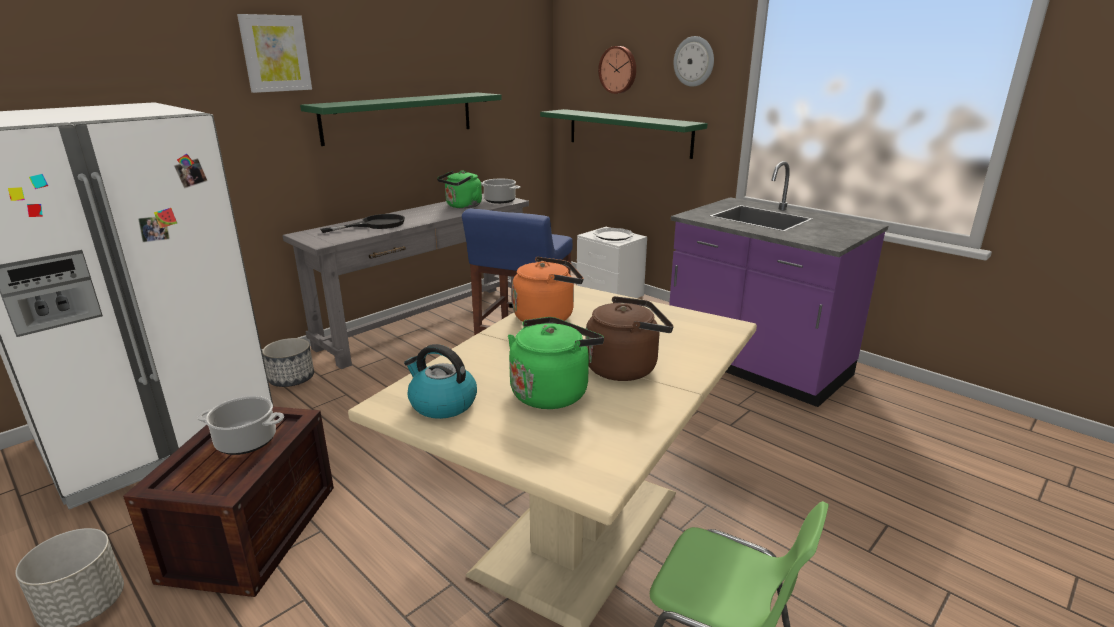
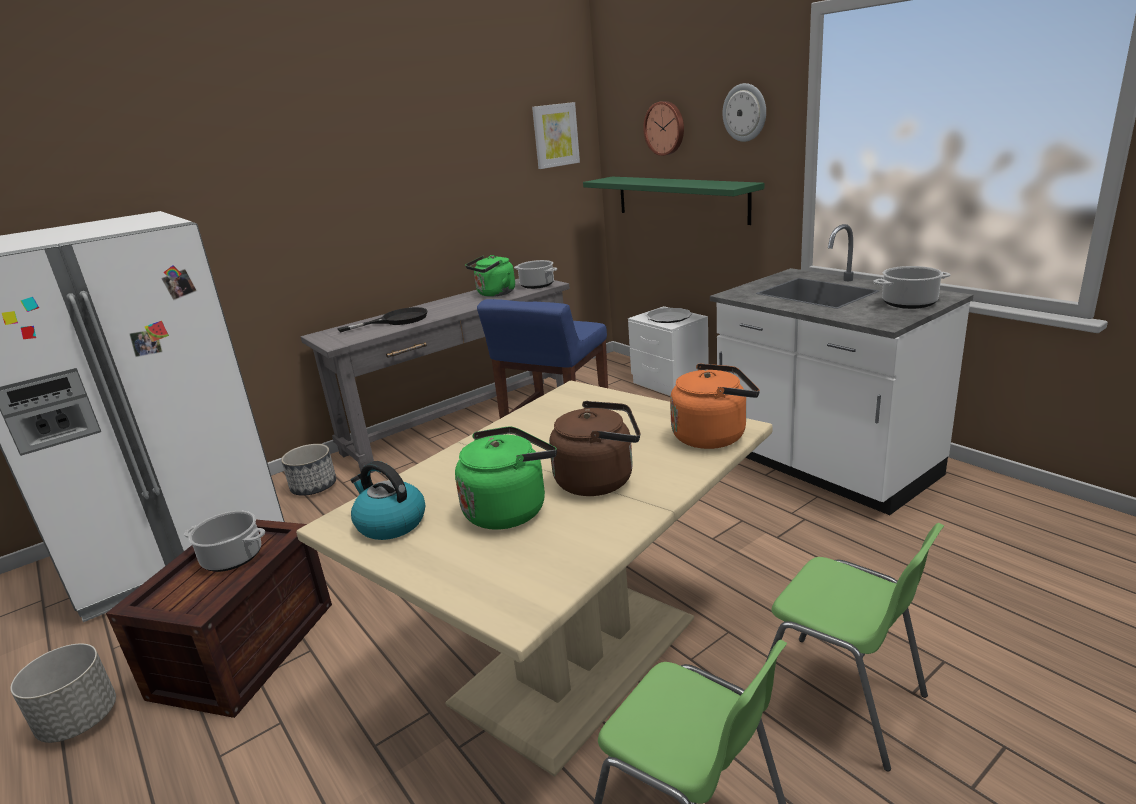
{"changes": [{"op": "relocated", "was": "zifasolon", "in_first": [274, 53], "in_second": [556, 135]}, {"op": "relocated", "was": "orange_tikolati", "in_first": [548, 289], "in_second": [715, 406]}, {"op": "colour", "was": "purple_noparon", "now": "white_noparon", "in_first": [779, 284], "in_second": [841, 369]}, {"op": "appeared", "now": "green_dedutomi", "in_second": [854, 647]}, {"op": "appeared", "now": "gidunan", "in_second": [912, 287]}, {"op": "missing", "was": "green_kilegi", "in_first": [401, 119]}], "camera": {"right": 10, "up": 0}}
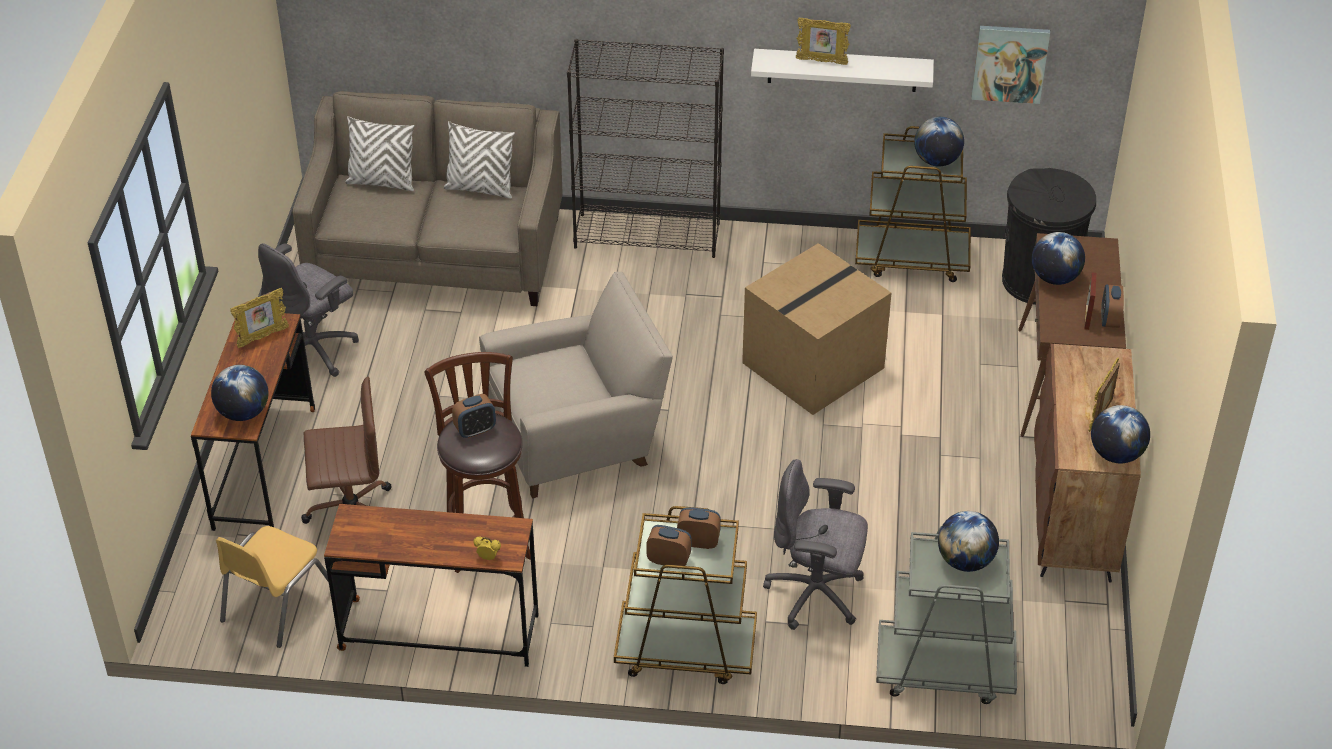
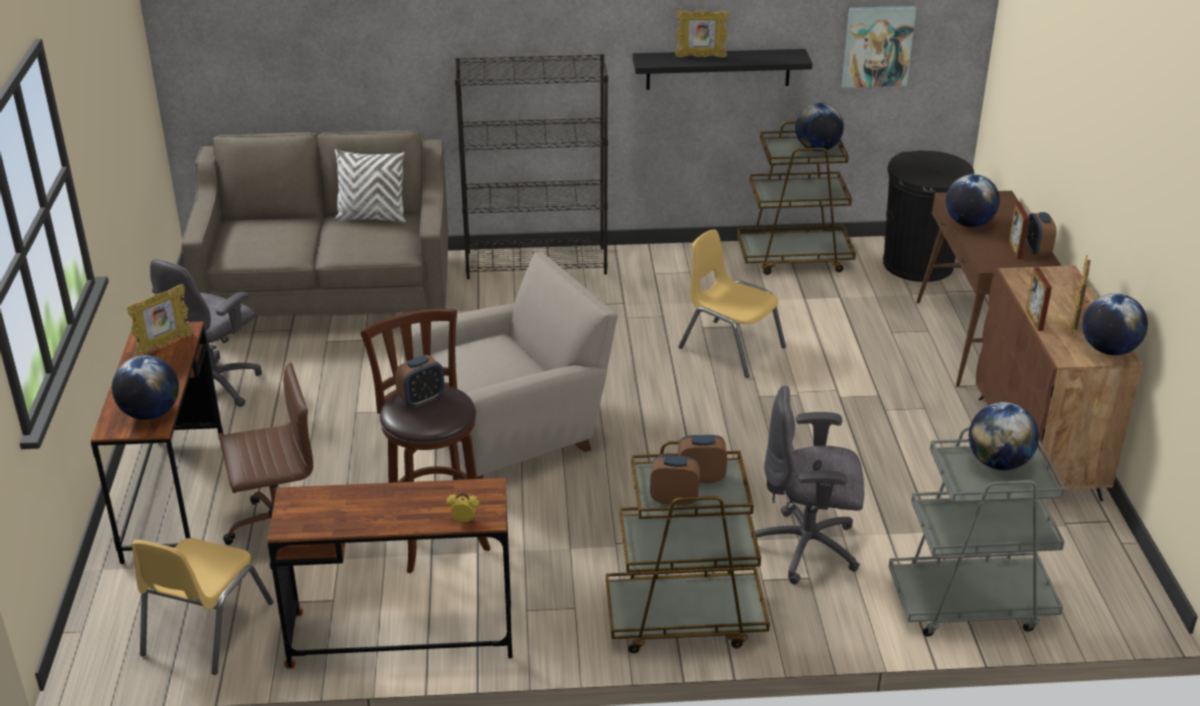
{"changes": [{"op": "colour", "was": "white_kilegi", "now": "black_kilegi", "in_first": [842, 70], "in_second": [722, 69]}, {"op": "exchanged", "was": "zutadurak", "now": "yellow_dedutomi", "in_first": [816, 329], "in_second": [732, 303]}, {"op": "appeared", "now": "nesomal", "in_second": [1039, 299]}, {"op": "missing", "was": "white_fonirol", "in_first": [380, 153]}], "camera": {"right": -10, "up": -10}}
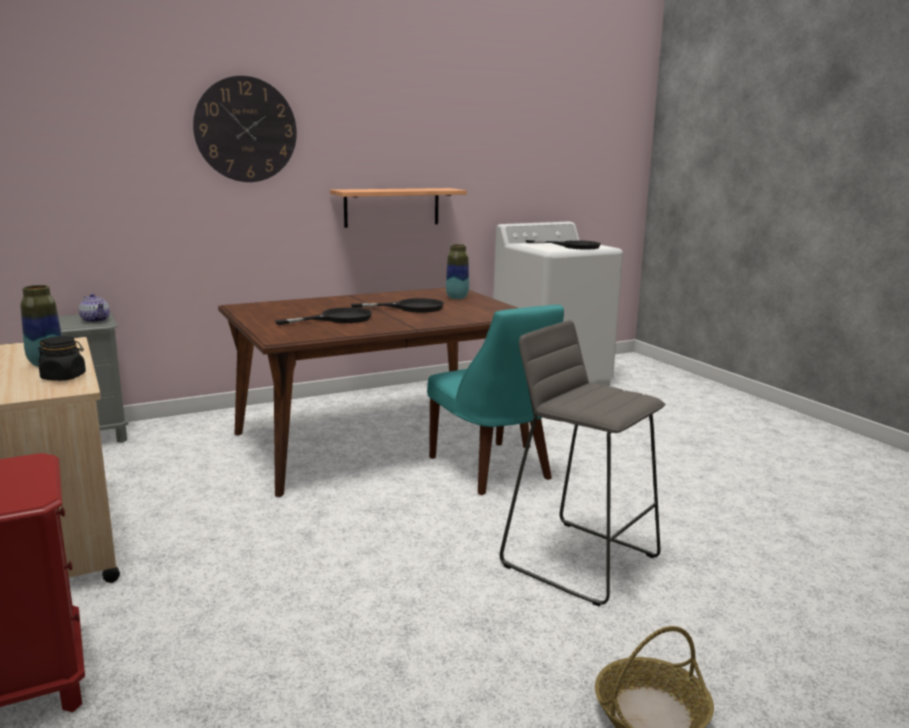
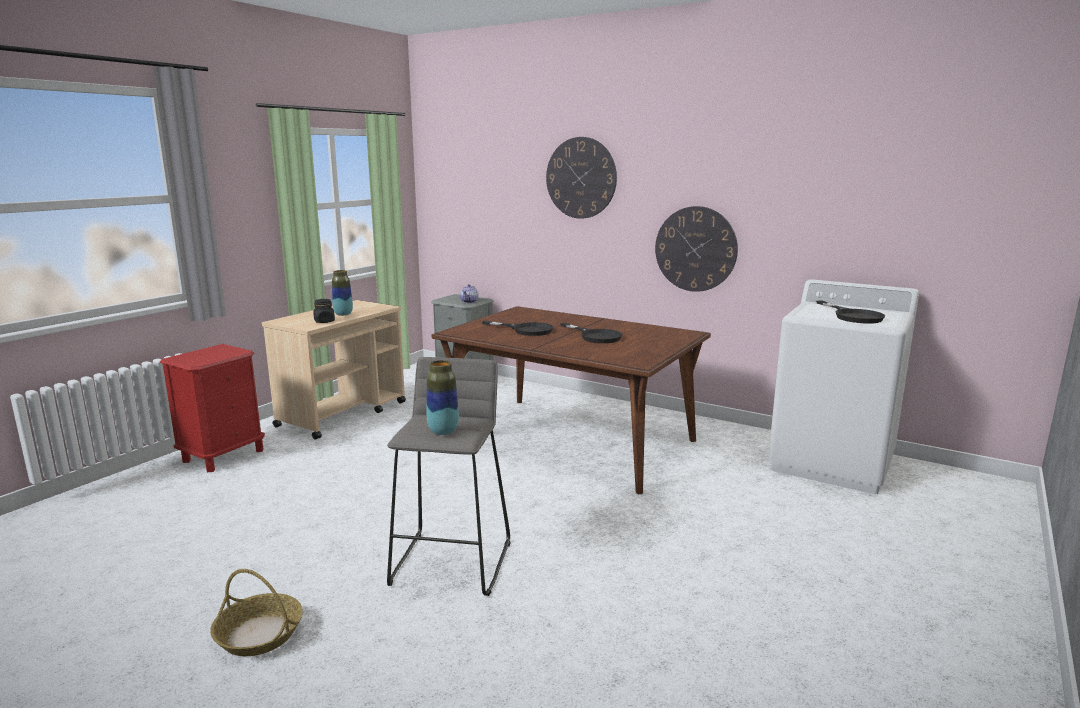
{"changes": [{"op": "relocated", "was": "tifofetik", "in_first": [457, 271], "in_second": [442, 397]}, {"op": "exchanged", "was": "kilegi", "now": "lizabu", "in_first": [398, 208], "in_second": [696, 249]}, {"op": "missing", "was": "turquoise_dedutomi", "in_first": [495, 400]}], "camera": {"right": 60, "up": 0}}
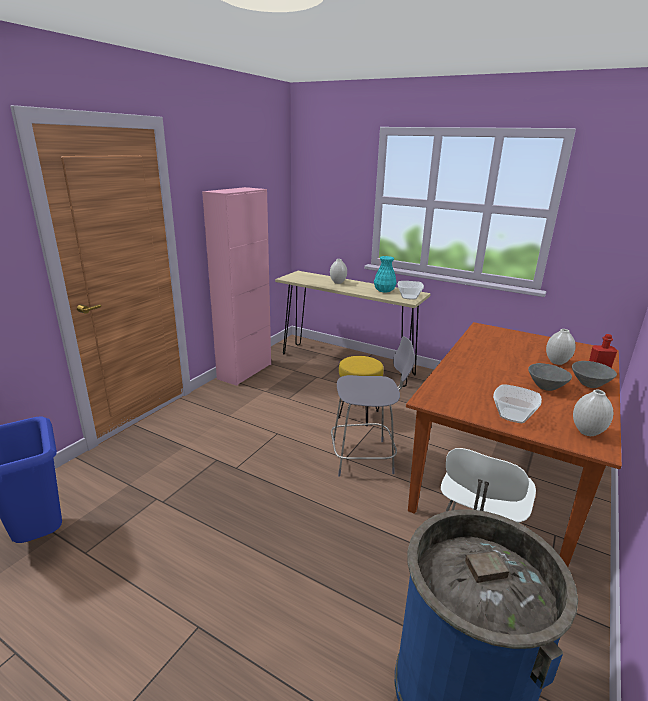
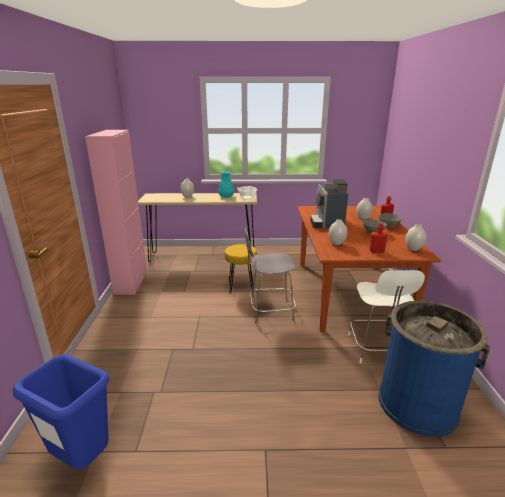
{"changes": [{"op": "spun", "was": "grey_dedutomi", "in_first": [373, 406], "in_second": [270, 275], "clockwise": -150}, {"op": "appeared", "now": "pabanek", "in_second": [329, 203]}, {"op": "appeared", "now": "white_tifofetik", "in_second": [338, 232]}, {"op": "exchanged", "was": "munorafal", "now": "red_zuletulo", "in_first": [517, 403], "in_second": [378, 238]}], "camera": {"right": -30, "up": 0}}
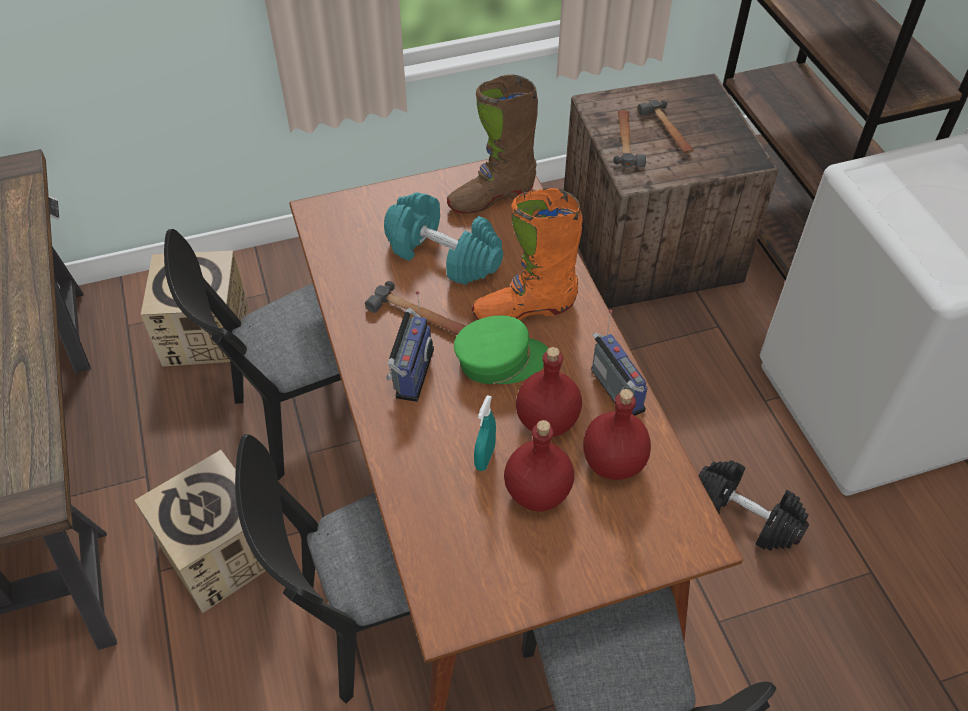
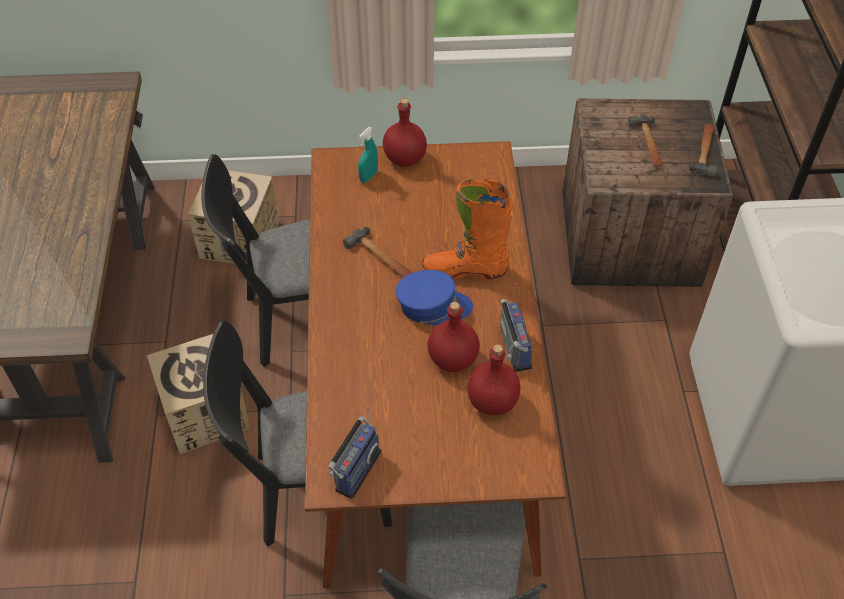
{"changes": [{"op": "relocated", "was": "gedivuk", "in_first": [410, 346], "in_second": [354, 453]}, {"op": "relocated", "was": "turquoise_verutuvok", "in_first": [485, 433], "in_second": [368, 155]}, {"op": "relocated", "was": "red_zuletulo", "in_first": [539, 466], "in_second": [405, 132]}, {"op": "colour", "was": "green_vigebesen", "now": "blue_vigebesen", "in_first": [501, 349], "in_second": [434, 297]}, {"op": "relocated", "was": "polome", "in_first": [629, 139], "in_second": [703, 150]}, {"op": "missing", "was": "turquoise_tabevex", "in_first": [443, 238]}, {"op": "missing", "was": "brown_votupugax", "in_first": [492, 144]}, {"op": "missing", "was": "black_tabevex", "in_first": [753, 505]}], "camera": {"right": 15, "up": 0}}
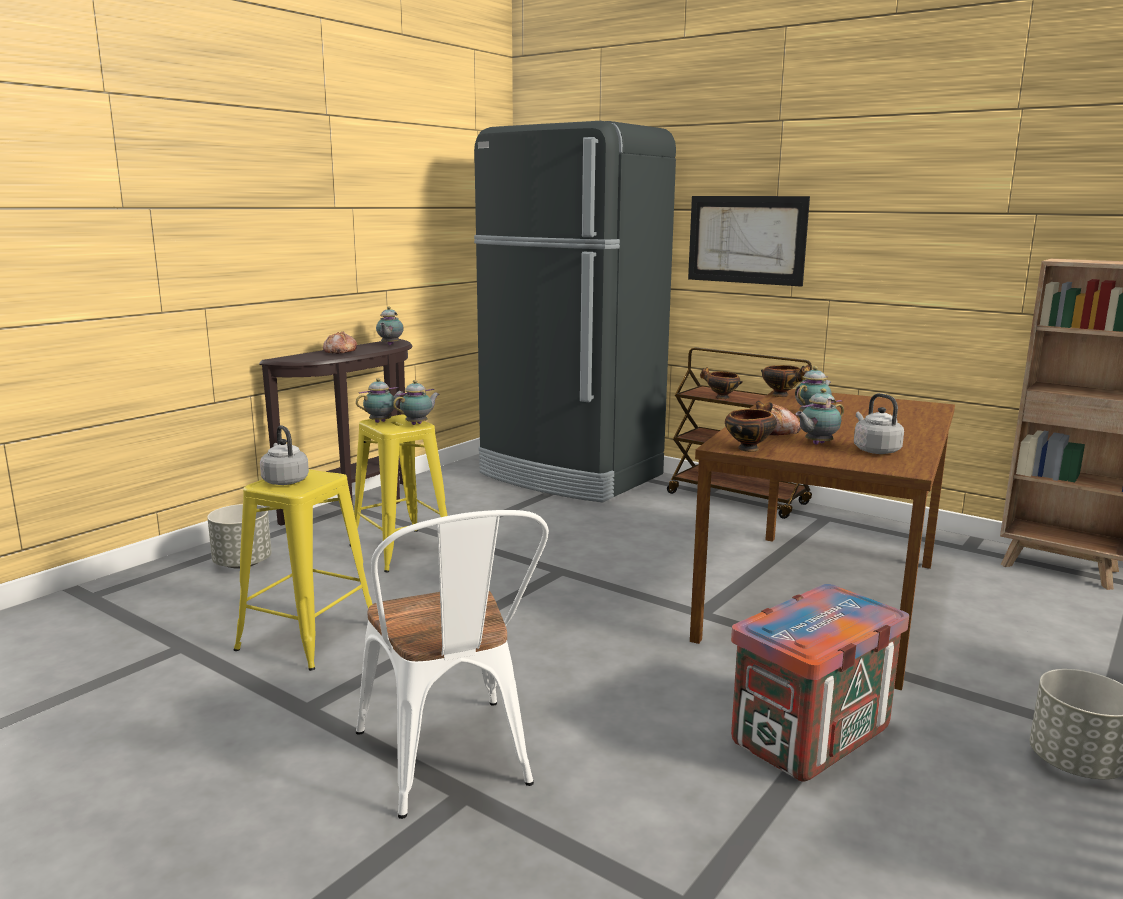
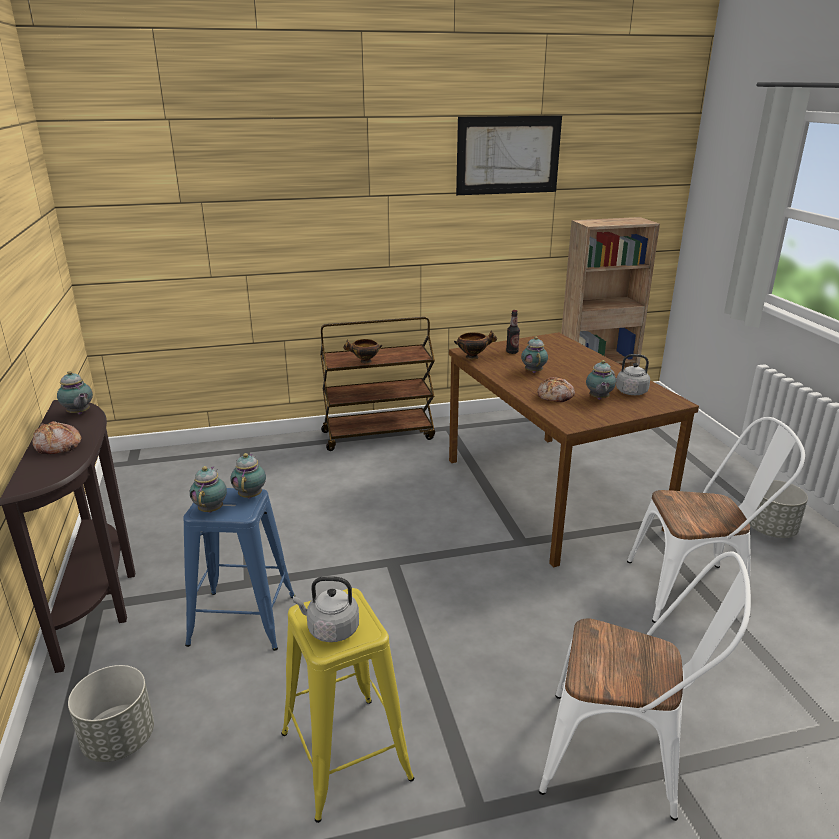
{"changes": [{"op": "colour", "was": "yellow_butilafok", "now": "blue_butilafok", "in_first": [398, 493], "in_second": [239, 569]}, {"op": "relocated", "was": "zifasolon", "in_first": [749, 241], "in_second": [509, 155]}, {"op": "appeared", "now": "zuletulo", "in_second": [513, 332]}, {"op": "exchanged", "was": "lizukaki", "now": "white_dedutomi", "in_first": [820, 683], "in_second": [716, 520]}, {"op": "missing", "was": "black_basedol", "in_first": [575, 312]}, {"op": "missing", "was": "munorafal", "in_first": [751, 426]}], "camera": {"right": -50, "up": 10}}
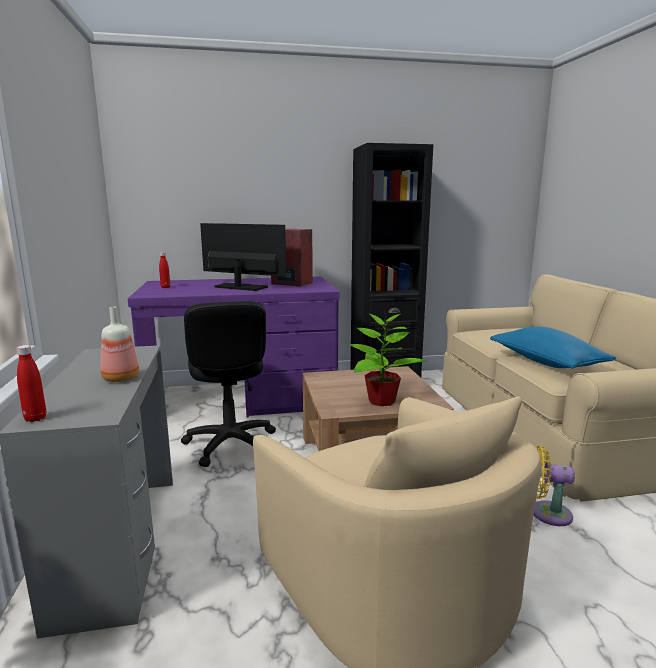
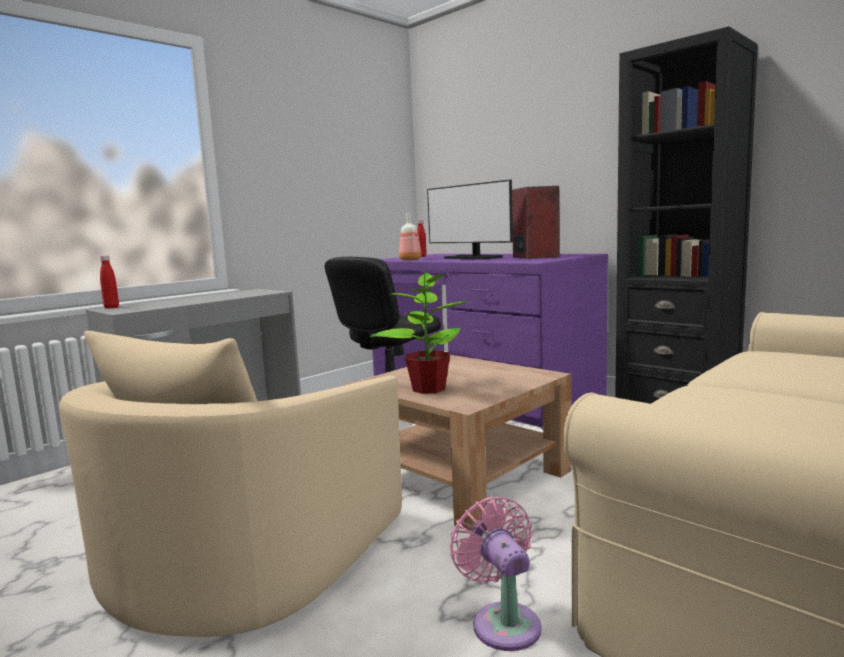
{"changes": [{"op": "relocated", "was": "zuletulo", "in_first": [119, 344], "in_second": [410, 237]}, {"op": "spun", "was": "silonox", "in_first": [243, 257], "in_second": [470, 220], "clockwise": 150}, {"op": "colour", "was": "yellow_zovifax", "now": "pink_zovifax", "in_first": [554, 485], "in_second": [495, 573]}, {"op": "missing", "was": "blue_fonirol", "in_first": [553, 348]}], "camera": {"right": 55, "up": -5}}
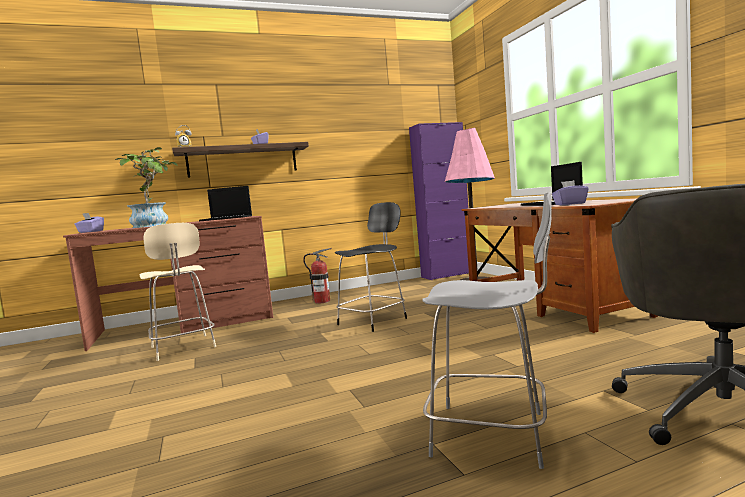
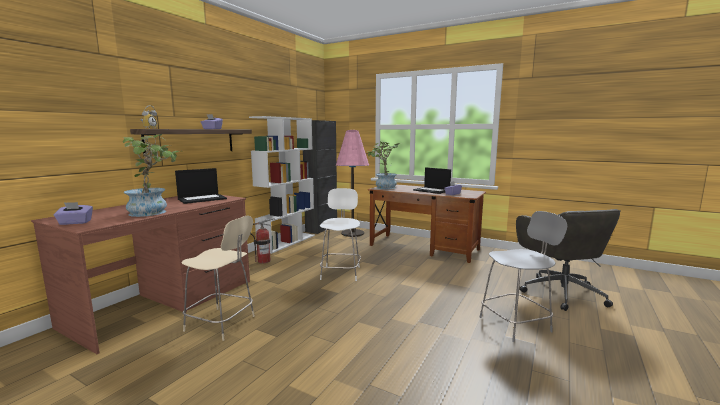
{"changes": [{"op": "appeared", "now": "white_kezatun", "in_second": [282, 185]}, {"op": "colour", "was": "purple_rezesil", "now": "black_rezesil", "in_first": [439, 201], "in_second": [320, 177]}, {"op": "colour", "was": "black_dedutomi", "now": "white_dedutomi", "in_first": [371, 267], "in_second": [340, 234]}, {"op": "appeared", "now": "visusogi", "in_second": [384, 165]}], "camera": {"right": -40, "up": 5}}
